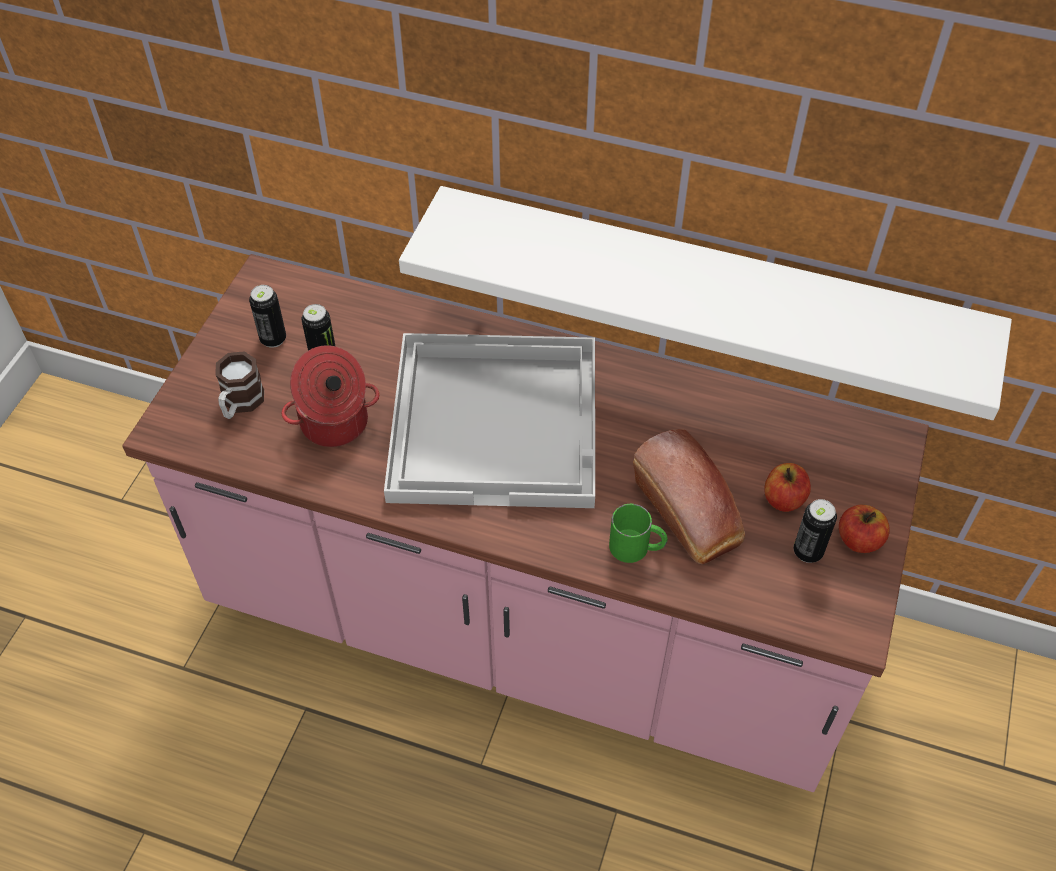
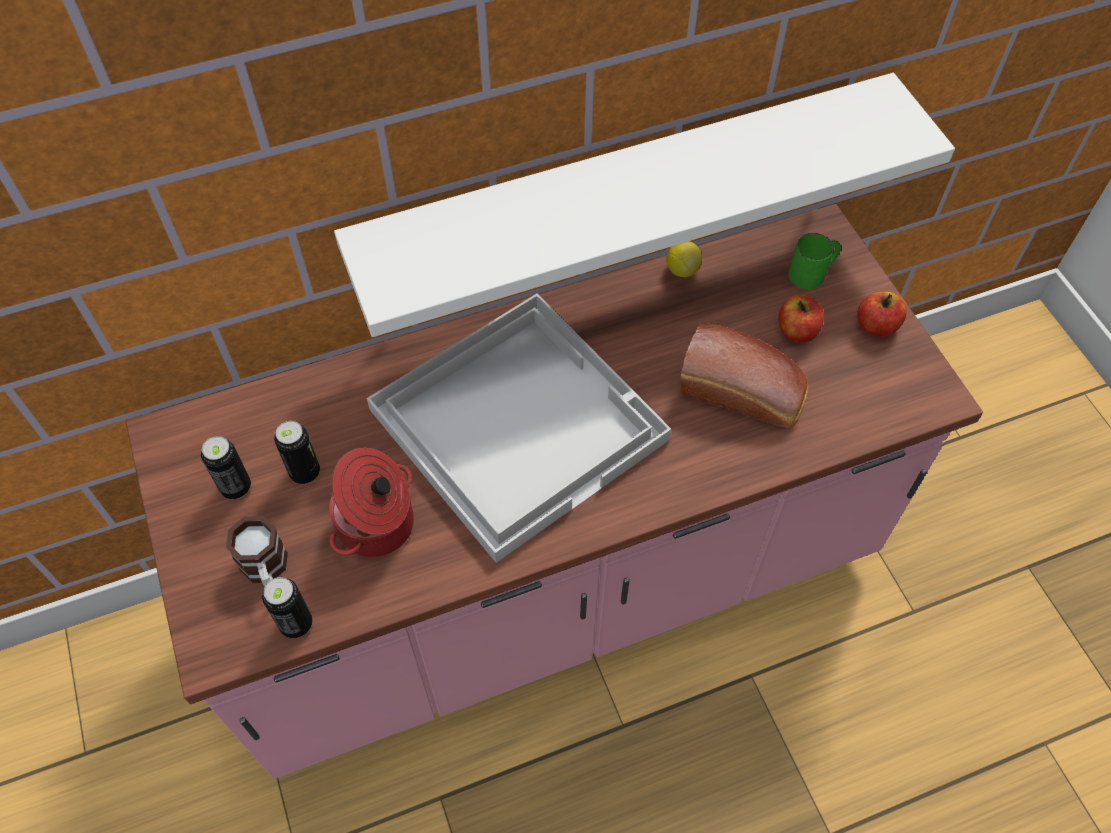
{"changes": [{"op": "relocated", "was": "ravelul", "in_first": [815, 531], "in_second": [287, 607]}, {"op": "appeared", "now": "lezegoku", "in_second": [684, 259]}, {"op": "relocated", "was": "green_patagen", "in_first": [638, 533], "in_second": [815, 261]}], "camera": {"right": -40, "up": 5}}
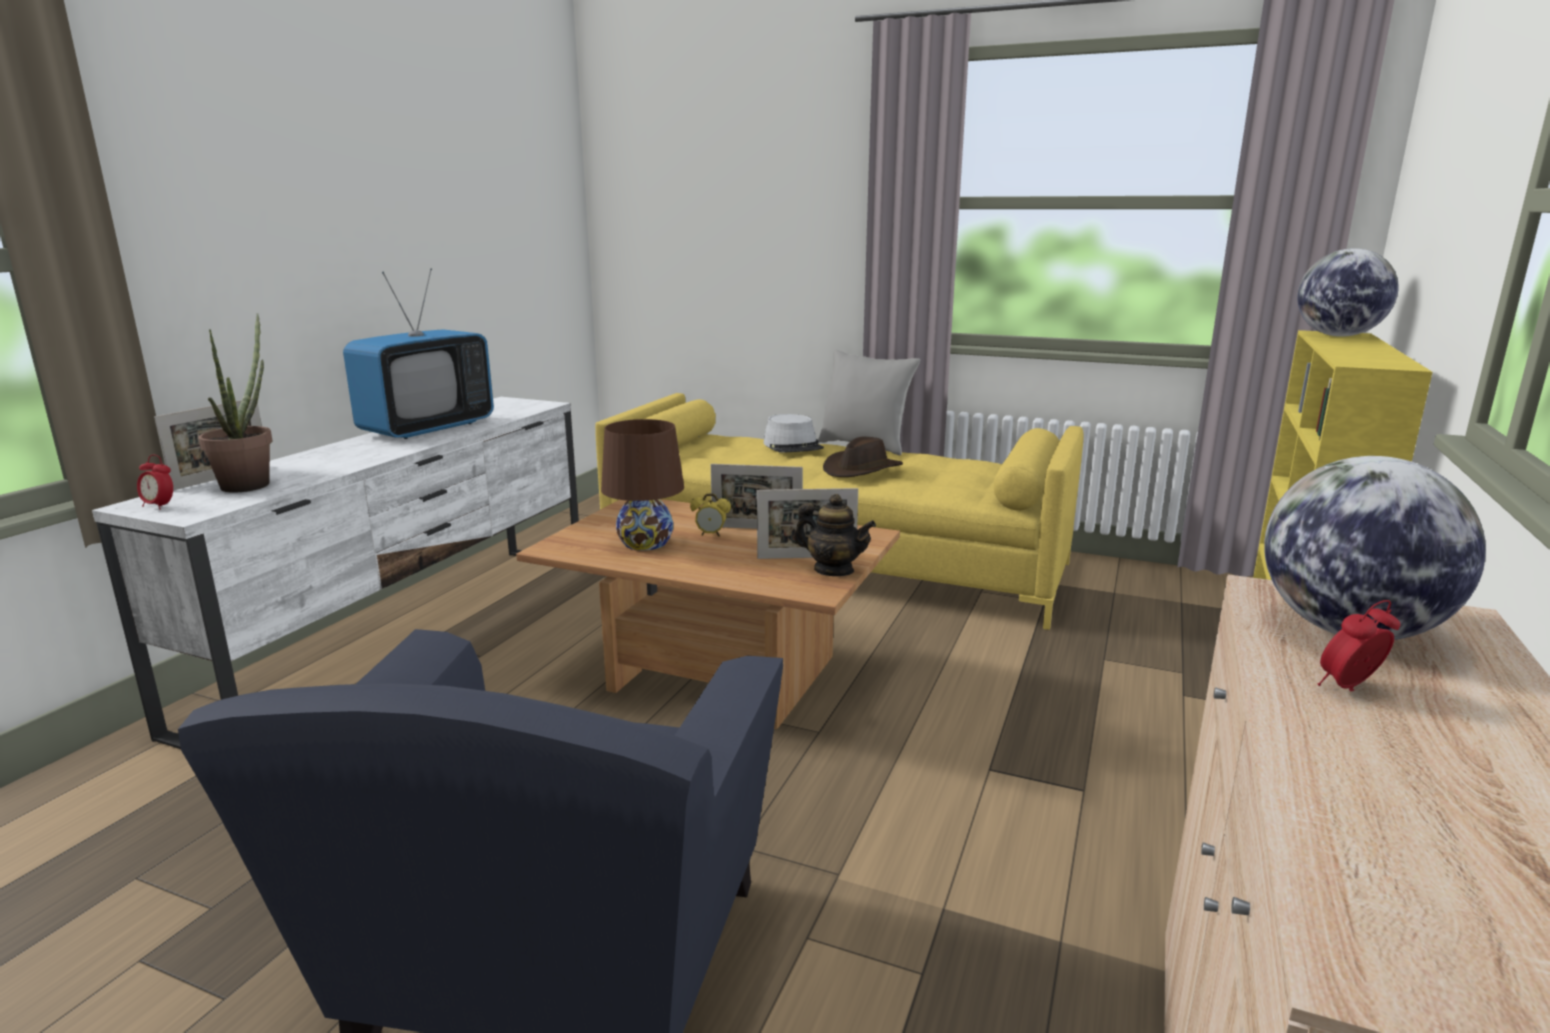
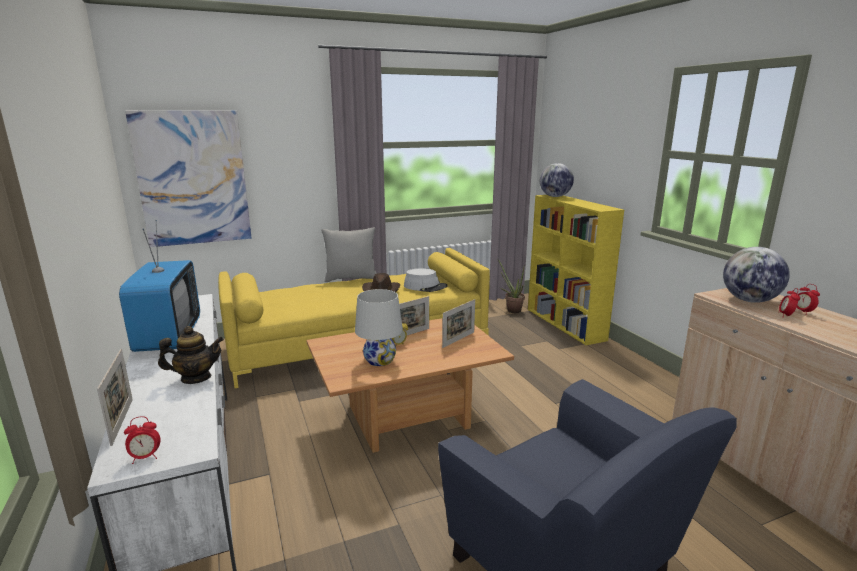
{"changes": [{"op": "appeared", "now": "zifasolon", "in_second": [188, 178]}, {"op": "relocated", "was": "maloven", "in_first": [835, 535], "in_second": [191, 355]}, {"op": "colour", "was": "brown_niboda", "now": "white_niboda", "in_first": [642, 485], "in_second": [379, 327]}, {"op": "relocated", "was": "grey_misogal", "in_first": [793, 433], "in_second": [426, 280]}, {"op": "relocated", "was": "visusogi", "in_first": [235, 403], "in_second": [511, 285]}, {"op": "appeared", "now": "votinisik", "in_second": [808, 299]}], "camera": {"right": -45, "up": 0}}
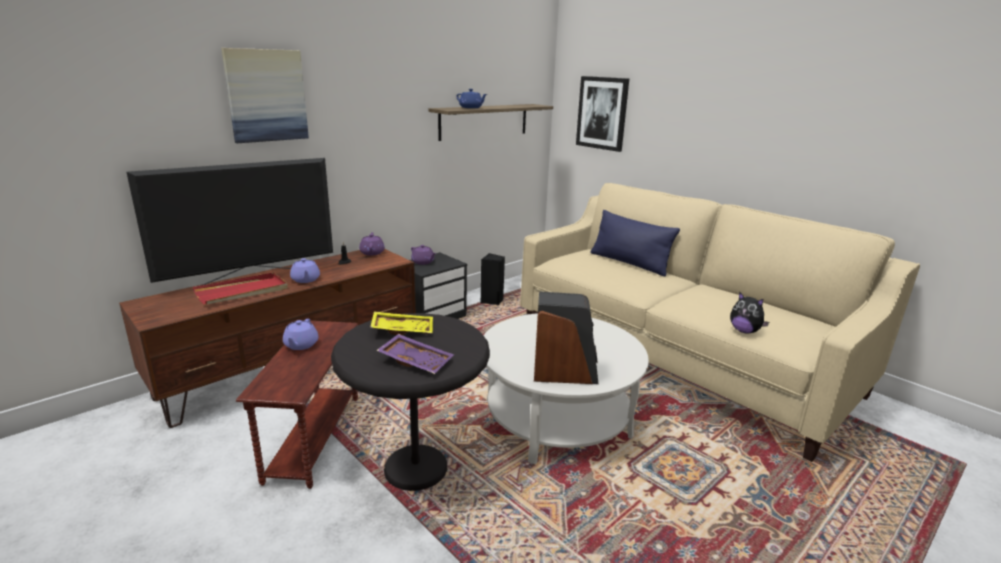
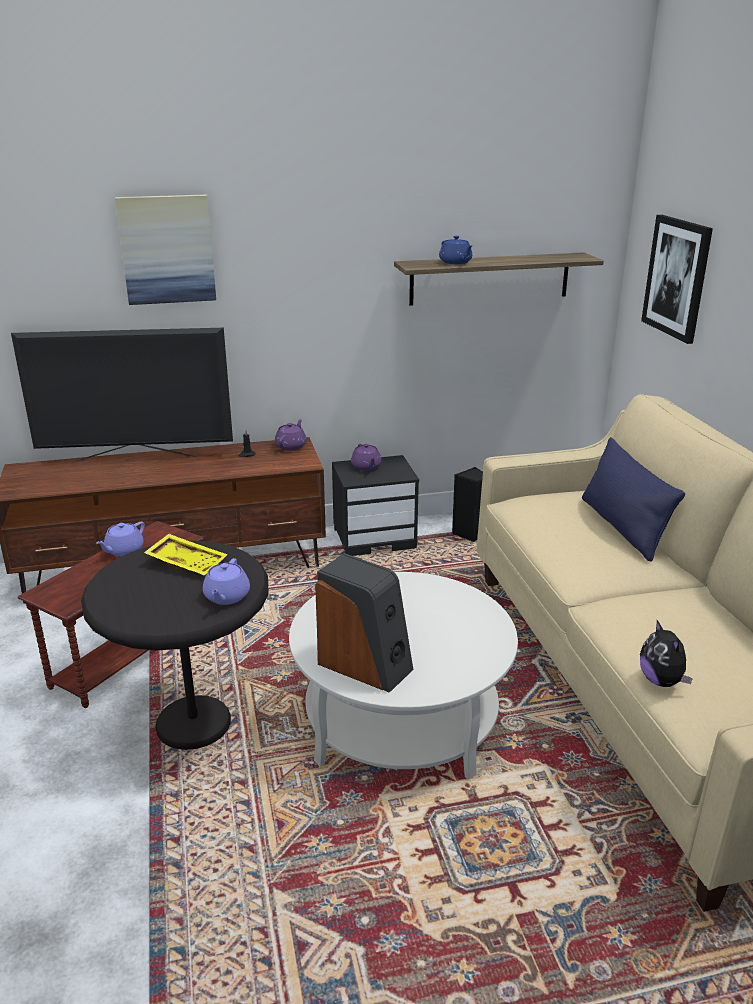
{"changes": [{"op": "relocated", "was": "purple_maloven", "in_first": [305, 270], "in_second": [226, 581]}, {"op": "missing", "was": "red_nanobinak", "in_first": [240, 288]}, {"op": "missing", "was": "purple_nanobinak", "in_first": [415, 354]}], "camera": {"right": 30, "up": 5}}
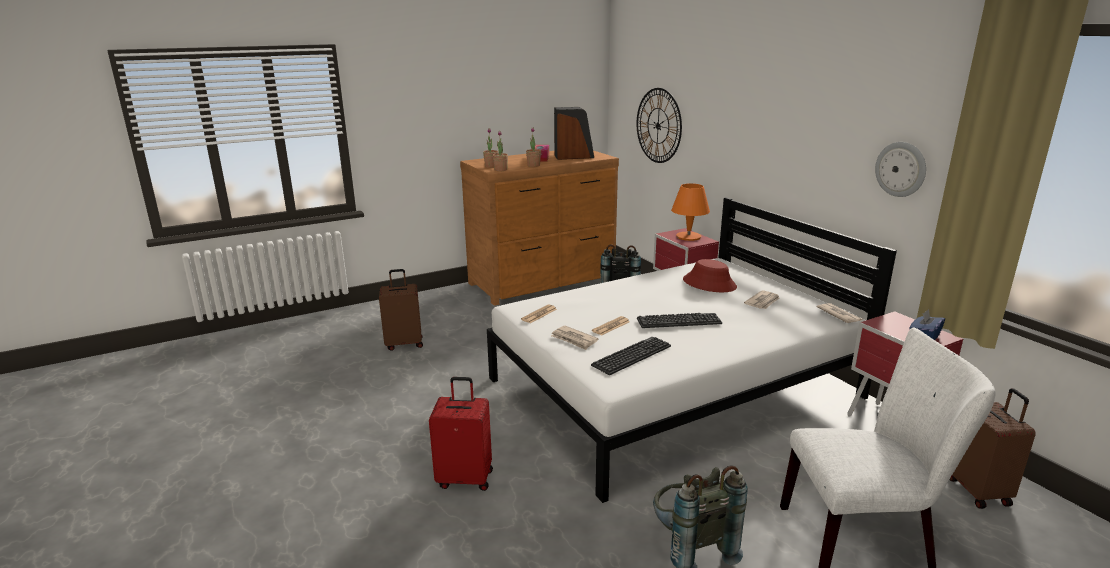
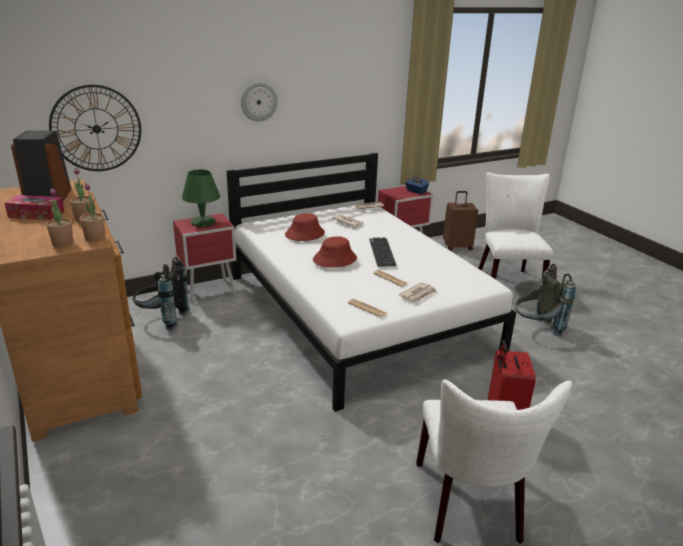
{"changes": [{"op": "colour", "was": "orange_niboda", "now": "green_niboda", "in_first": [690, 212], "in_second": [201, 198]}, {"op": "relocated", "was": "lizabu", "in_first": [900, 169], "in_second": [259, 102]}, {"op": "appeared", "now": "red_misogal", "in_second": [335, 252]}, {"op": "appeared", "now": "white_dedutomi", "in_second": [494, 461]}, {"op": "missing", "was": "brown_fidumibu", "in_first": [401, 310]}, {"op": "missing", "was": "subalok", "in_first": [631, 356]}], "camera": {"right": -90, "up": 5}}
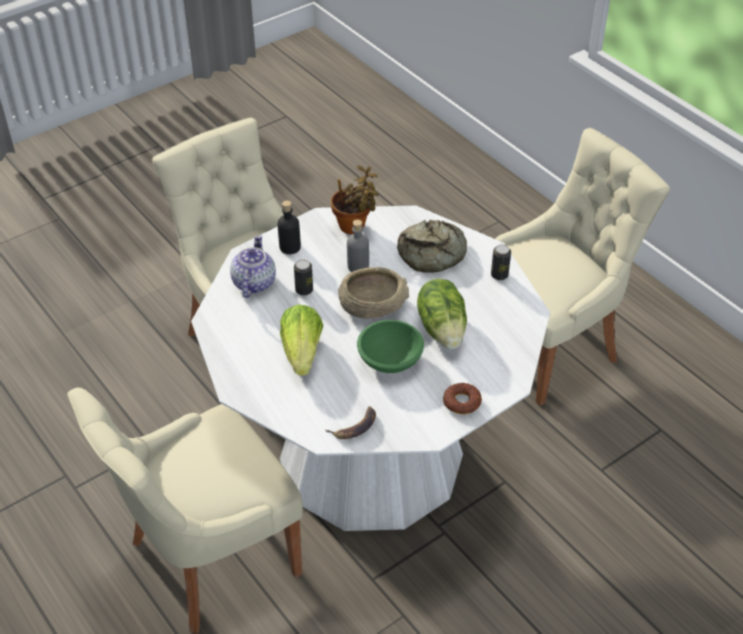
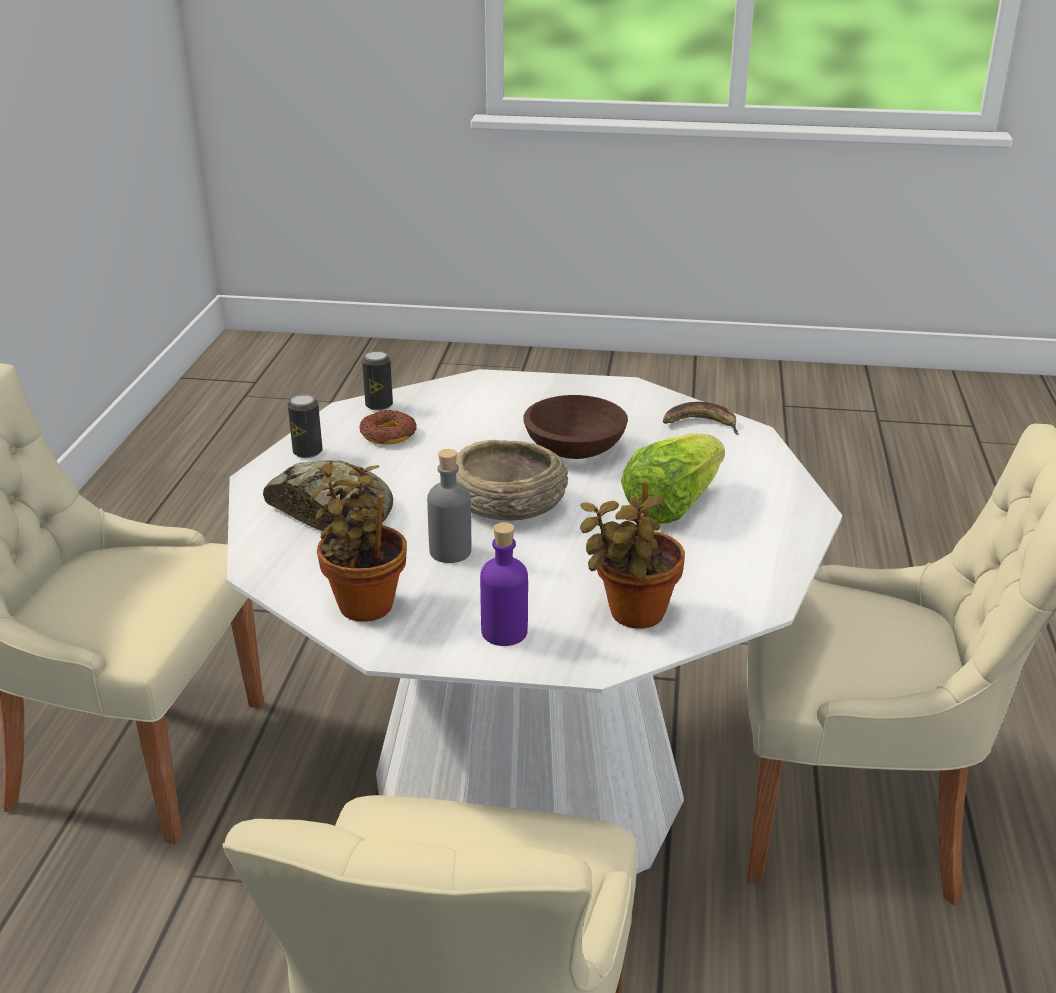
{"changes": [{"op": "relocated", "was": "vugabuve", "in_first": [462, 398], "in_second": [388, 427]}, {"op": "relocated", "was": "ravelul", "in_first": [303, 278], "in_second": [377, 381]}, {"op": "colour", "was": "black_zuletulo", "now": "purple_zuletulo", "in_first": [289, 227], "in_second": [504, 584]}, {"op": "colour", "was": "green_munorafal", "now": "brown_munorafal", "in_first": [390, 346], "in_second": [575, 427]}, {"op": "exchanged", "was": "maloven", "now": "visusogi", "in_first": [253, 266], "in_second": [632, 555]}, {"op": "missing", "was": "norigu", "in_first": [442, 314]}], "camera": {"right": -135, "up": -15}}
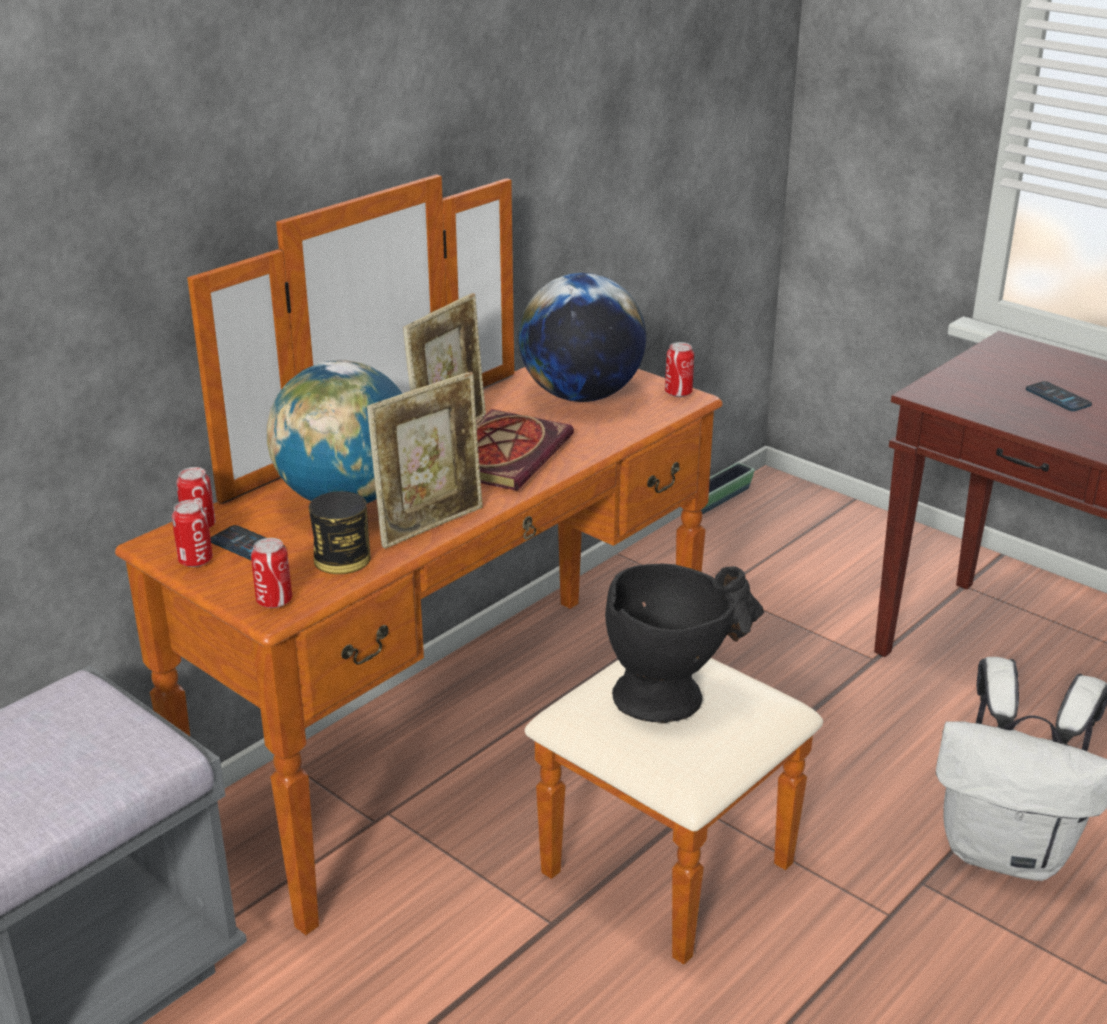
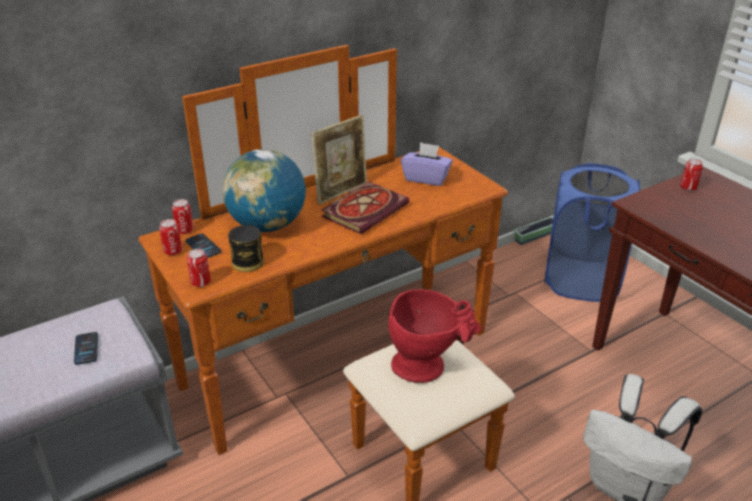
{"changes": [{"op": "relocated", "was": "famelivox", "in_first": [1059, 396], "in_second": [86, 348]}, {"op": "colour", "was": "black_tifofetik", "now": "red_tifofetik", "in_first": [684, 643], "in_second": [435, 336]}, {"op": "exchanged", "was": "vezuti", "now": "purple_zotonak", "in_first": [582, 337], "in_second": [427, 164]}, {"op": "appeared", "now": "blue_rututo", "in_second": [592, 232]}, {"op": "relocated", "was": "ravelul", "in_first": [679, 369], "in_second": [691, 174]}, {"op": "missing", "was": "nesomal", "in_first": [425, 460]}], "camera": {"right": 15, "up": 5}}
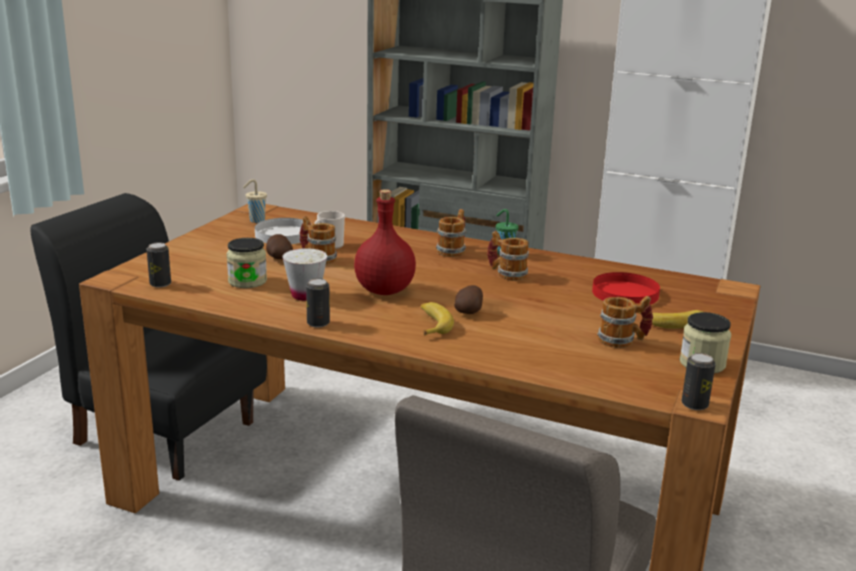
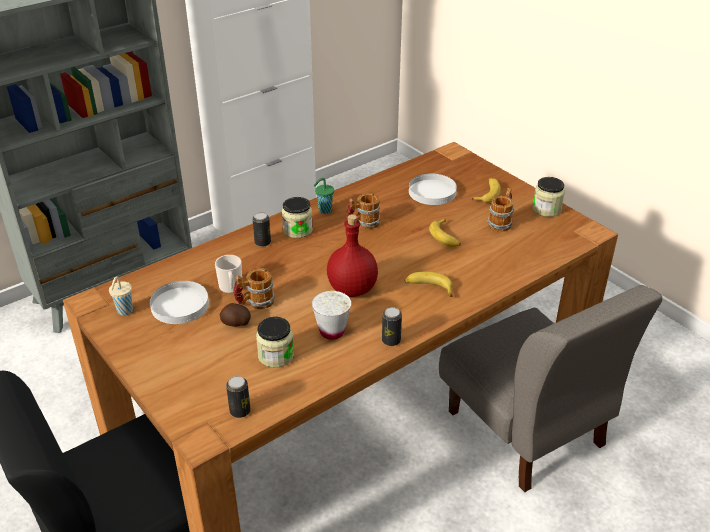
{"changes": [{"op": "relocated", "was": "ravelul", "in_first": [699, 381], "in_second": [261, 229]}, {"op": "exchanged", "was": "patagen", "now": "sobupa", "in_first": [451, 233], "in_second": [297, 217]}, {"op": "colour", "was": "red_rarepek", "now": "white_rarepek", "in_first": [626, 288], "in_second": [433, 189]}, {"op": "appeared", "now": "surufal", "in_second": [445, 232]}, {"op": "missing", "was": "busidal", "in_first": [468, 299]}], "camera": {"right": -60, "up": 15}}
